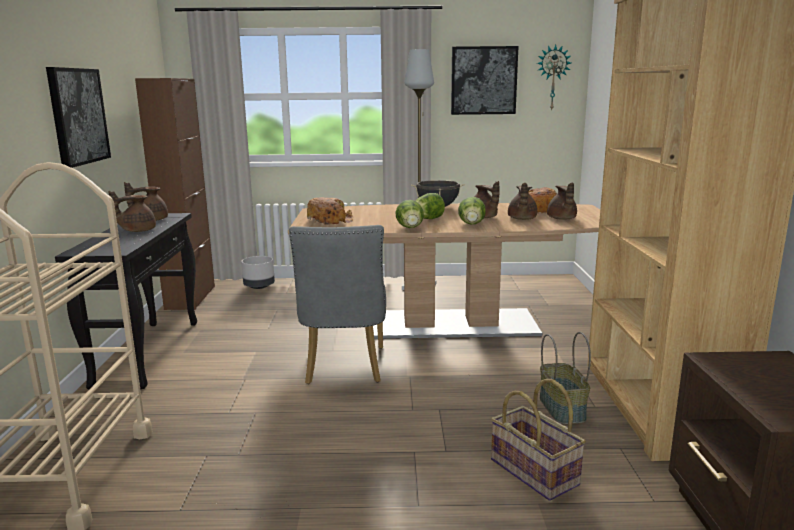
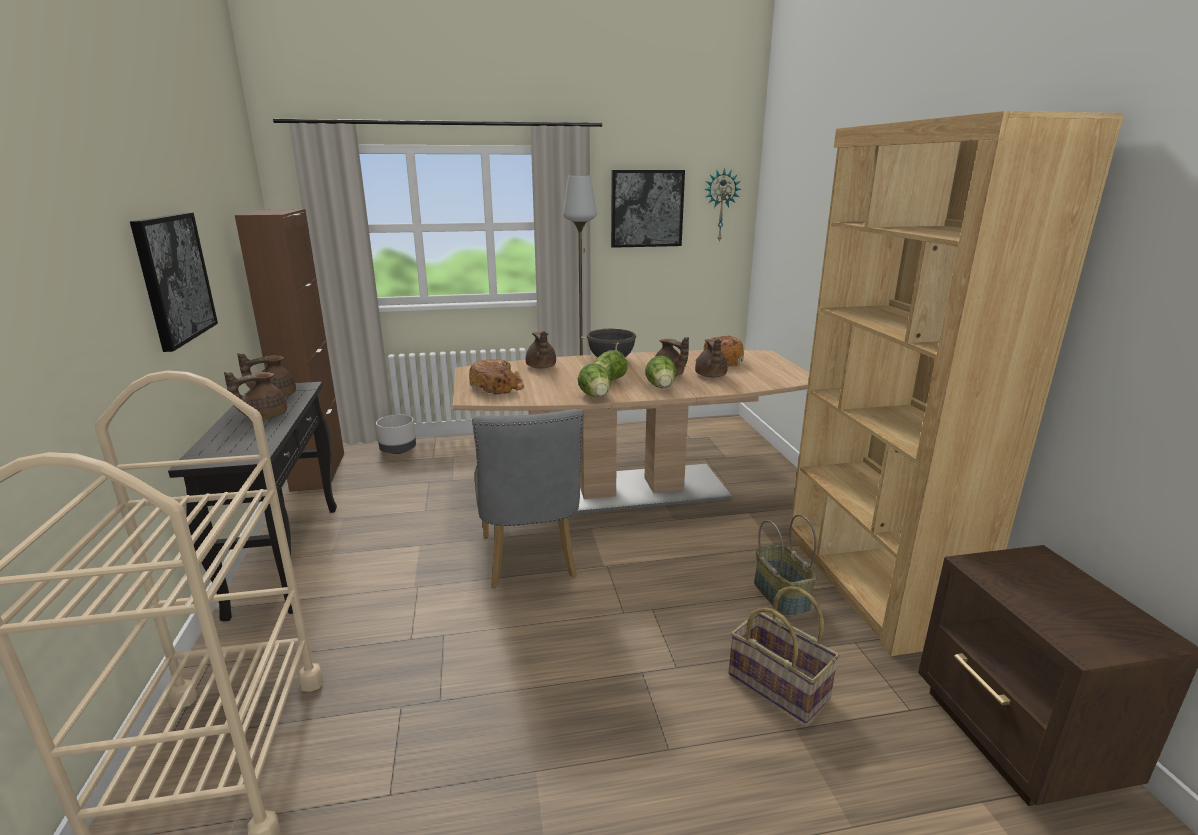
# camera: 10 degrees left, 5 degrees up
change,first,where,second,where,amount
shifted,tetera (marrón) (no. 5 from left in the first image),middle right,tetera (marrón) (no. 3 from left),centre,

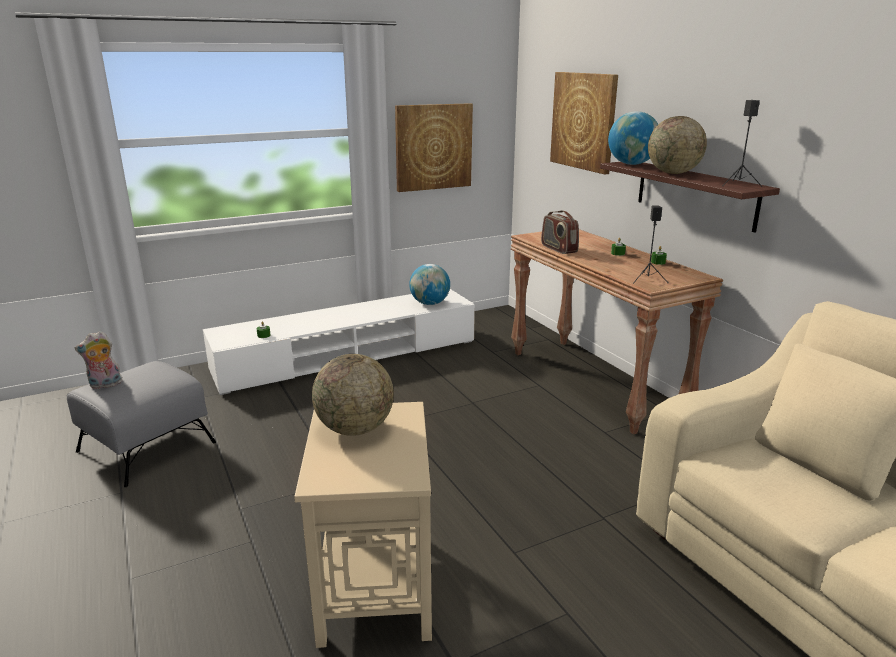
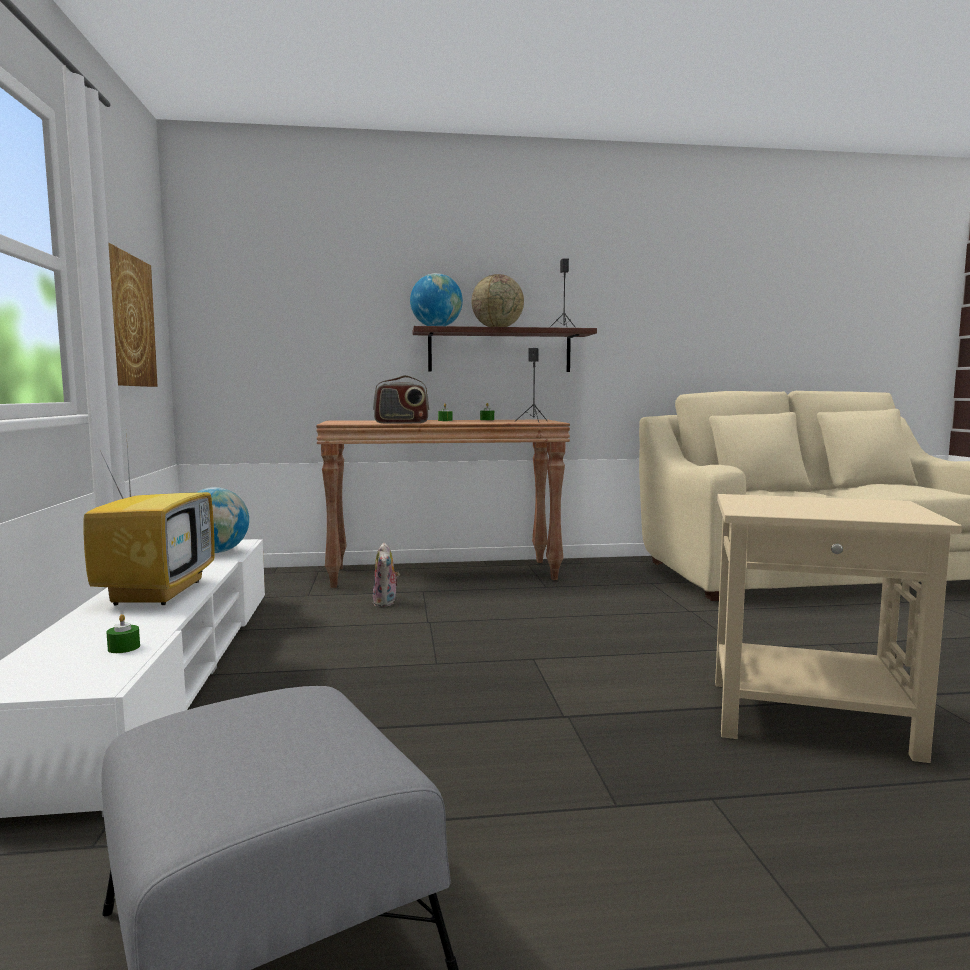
# camera: 70 degrees left, 15 degrees down
change,first,where,second,where,amount
gone,cuadro (no. 2 from left),top centre,,,
shifted,peluche,middle left,,centre,
gone,globo terráqueo (no. 1 from left),centre,,,
new,,,televisor,middle left,

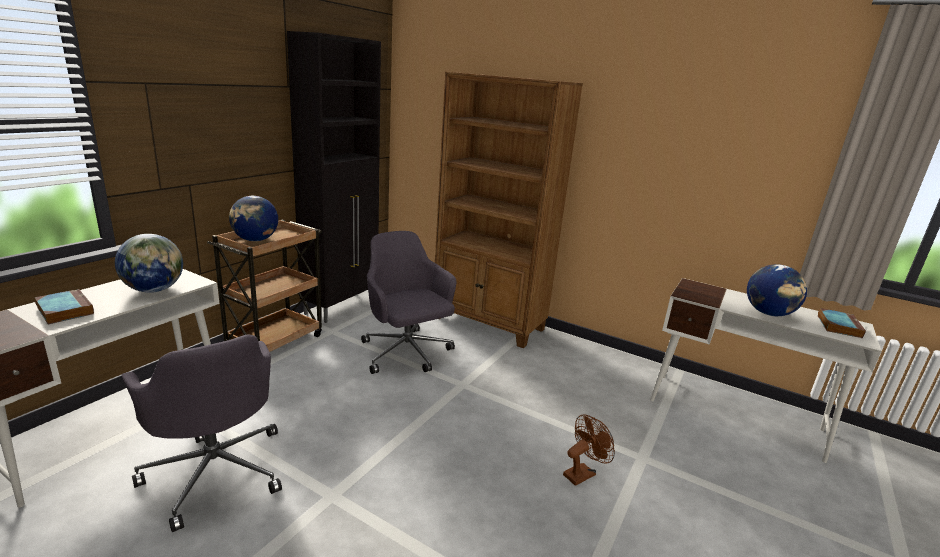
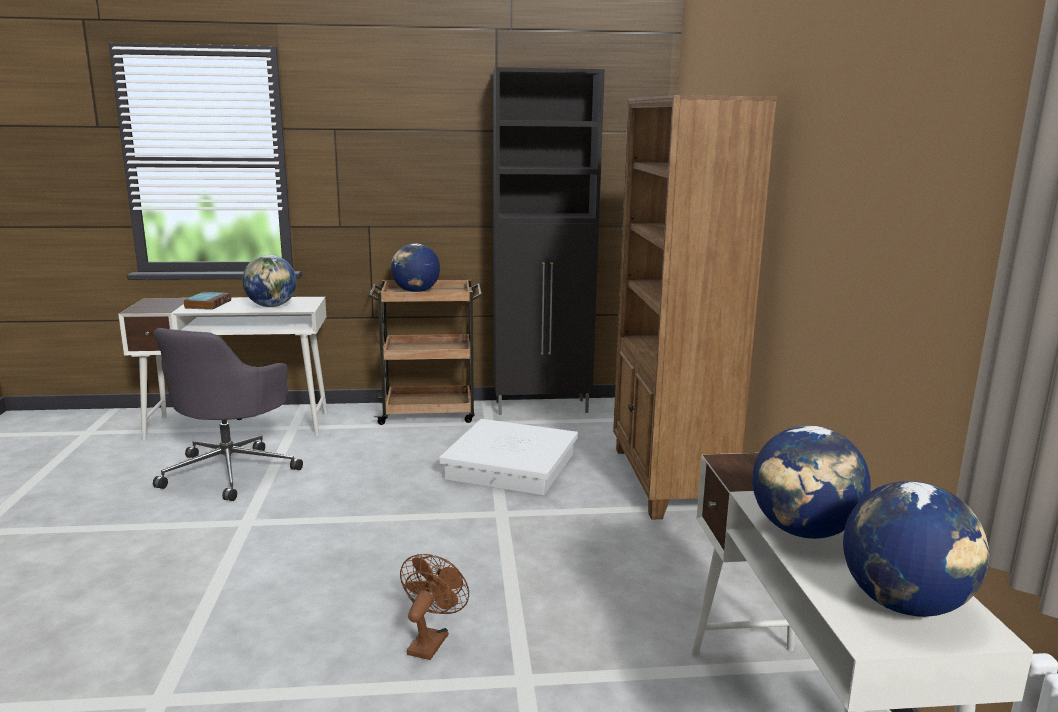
# camera: 55 degrees right, 5 degrees down
change,first,where,second,where,amount
swapped,silla de oficina (gris) (no. 2 from left),centre,caja de almacenaje (blanco),centre,
swapped,libro (no. 2 from left),middle right,globo terráqueo (no. 4 from left),bottom right,
rotated,ventilador (marrón),bottom centre,,bottom centre,90 degrees counterclockwise

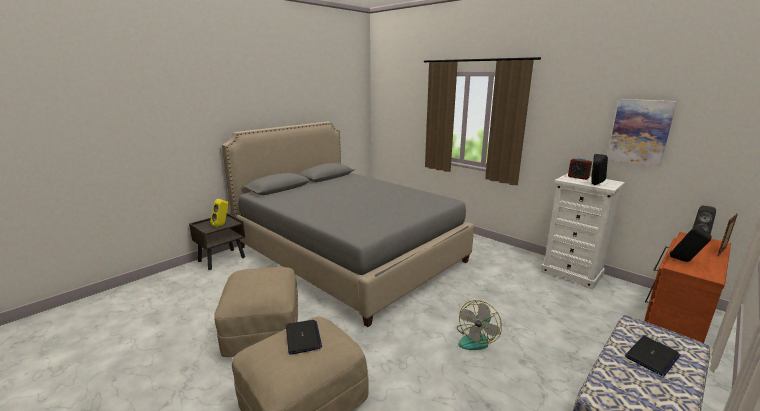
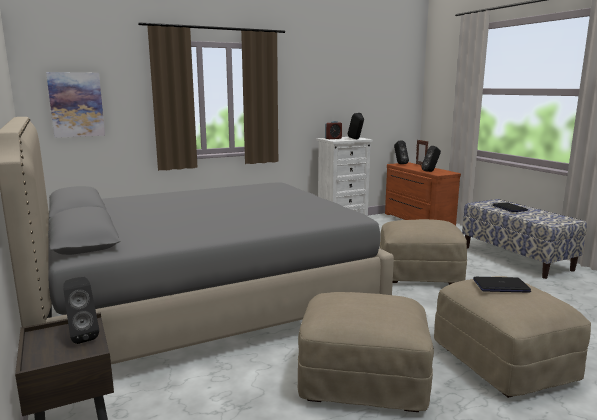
# camera: 70 degrees left, 5 degrees down
change,first,where,second,where,amount
shifted,cuadro,top right,,top left,
repainted,altavoz (amarillo),middle left,altavoz (negro) (no. 1 from left),bottom left,
swapped,ventilador,bottom centre,puf (beis) (no. 2 from left),middle right,

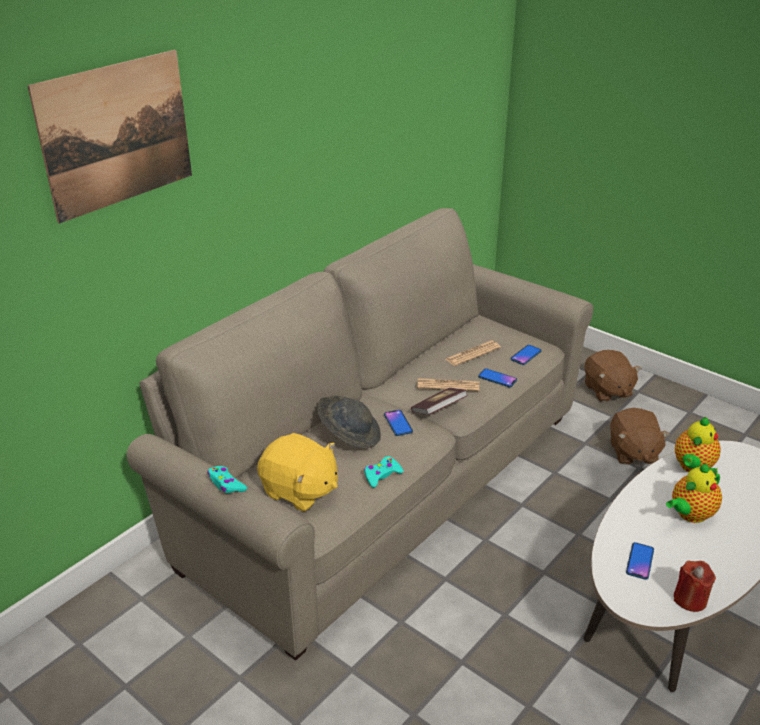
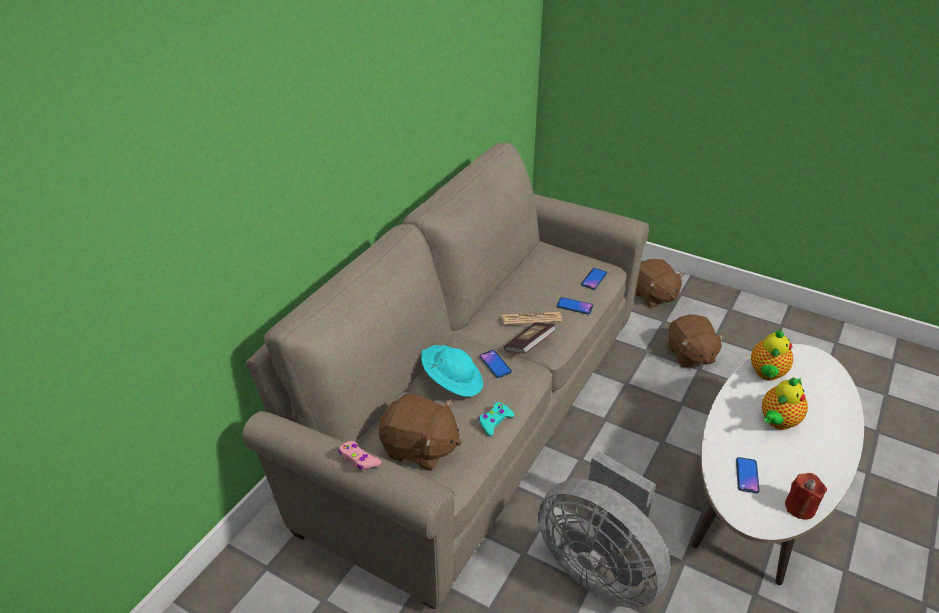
# camera: 10 degrees left, 5 degrees up
change,first,where,second,where,amount
gone,cuadro,top left,,,
gone,periódico (no. 2 from left),centre,,,
repainted,sombrero (gris),centre,sombrero (turquesa),centre,
repainted,peluche (amarillo),centre,peluche (marrón) (no. 1 from left),bottom centre,
repainted,mando de consola (turquesa) (no. 1 from left),middle left,mando de consola (rosa),bottom centre,
new,,,ventilador (gris),bottom centre,

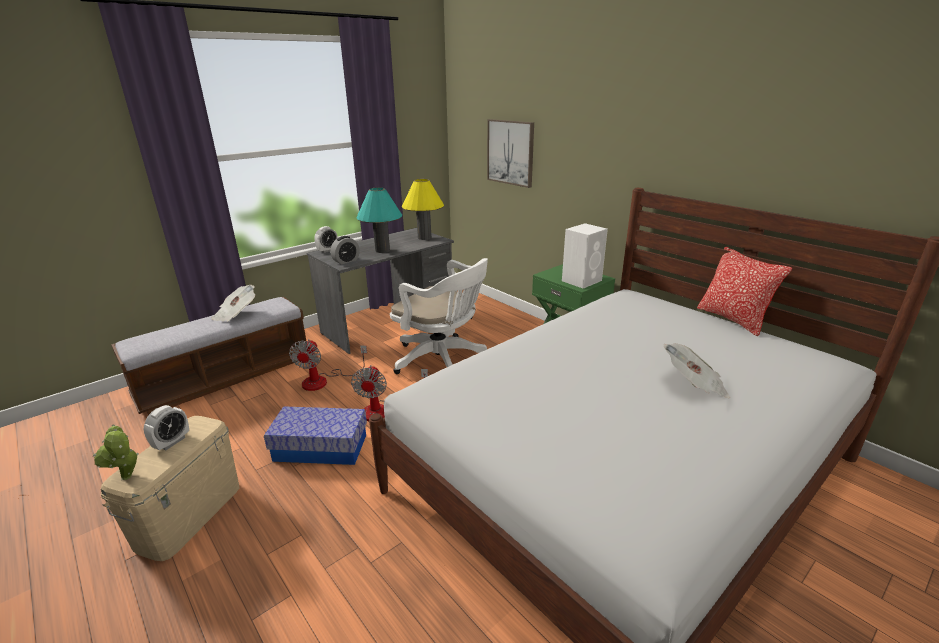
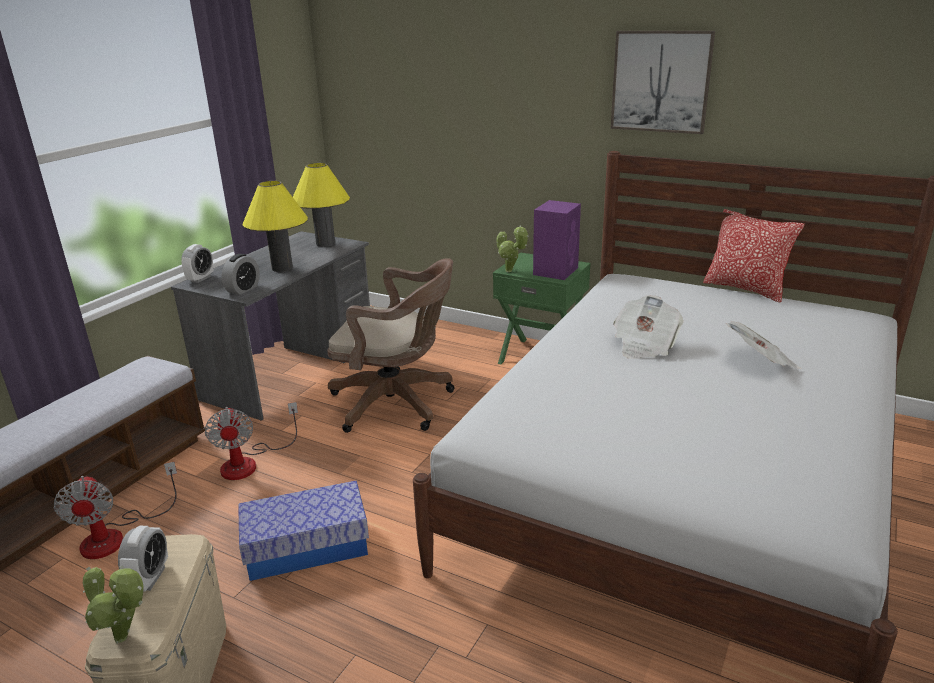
# camera: 20 degrees left, 0 degrees up
change,first,where,second,where,amount
shifted,cuadro,top centre,,top right,
repainted,lámpara de mesa (turquesa),centre,lámpara de mesa (amarillo) (no. 1 from left),top left,
repainted,altavoz (blanco),centre,altavoz (morado),centre,
repainted,silla de oficina (blanco),centre,silla de oficina (marrón),centre,
shifted,periódico (no. 1 from left),middle left,,middle right,
shifted,ventilador (no. 2 from left in the first image),centre,ventilador (no. 1 from left),bottom left,
new,,,planta en maceta (no. 2 from left),centre,

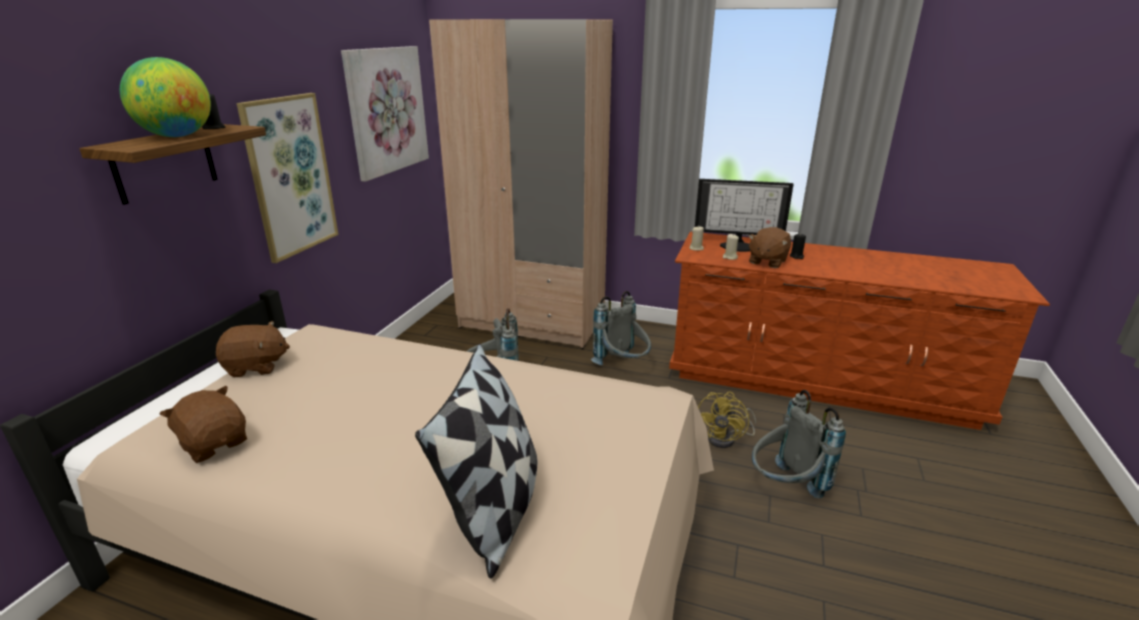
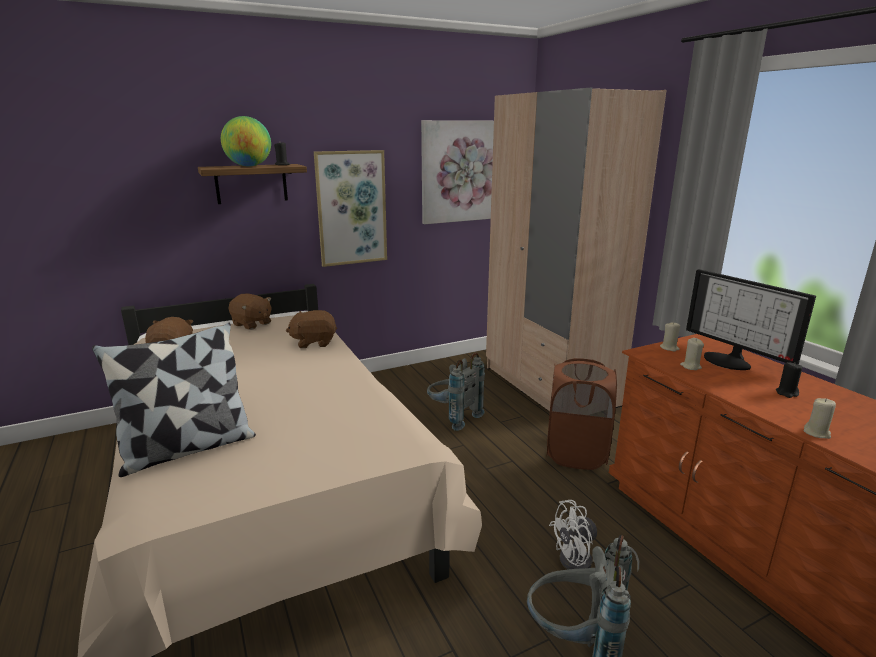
# camera: 45 degrees right, 5 degrees down
change,first,where,second,where,amount
shifted,peluche (marrón) (no. 3 from left),middle right,,centre,
swapped,mochila (gris) (no. 2 from left),centre,cesto de la ropa (marrón),centre,
repainted,ventilador (amarillo),bottom centre,ventilador (blanco),bottom right,
new,,,vela (beis) (no. 3 from left),middle right,

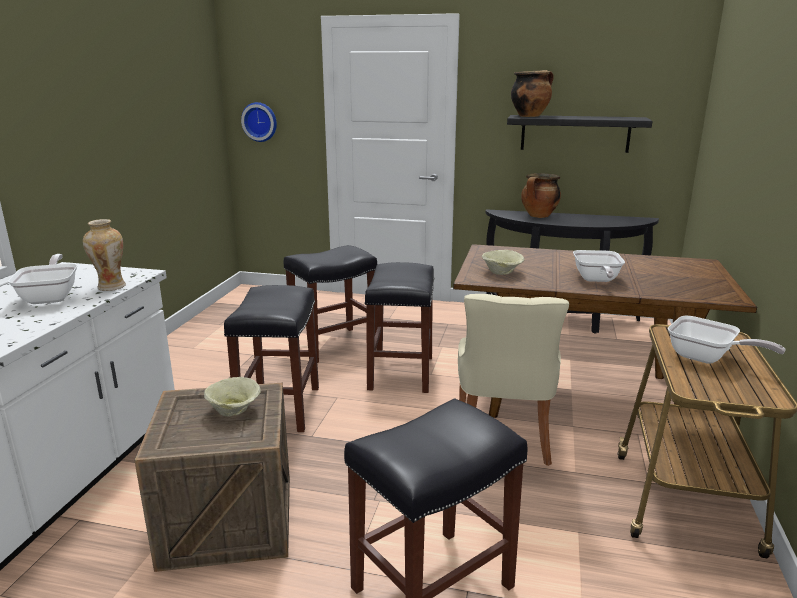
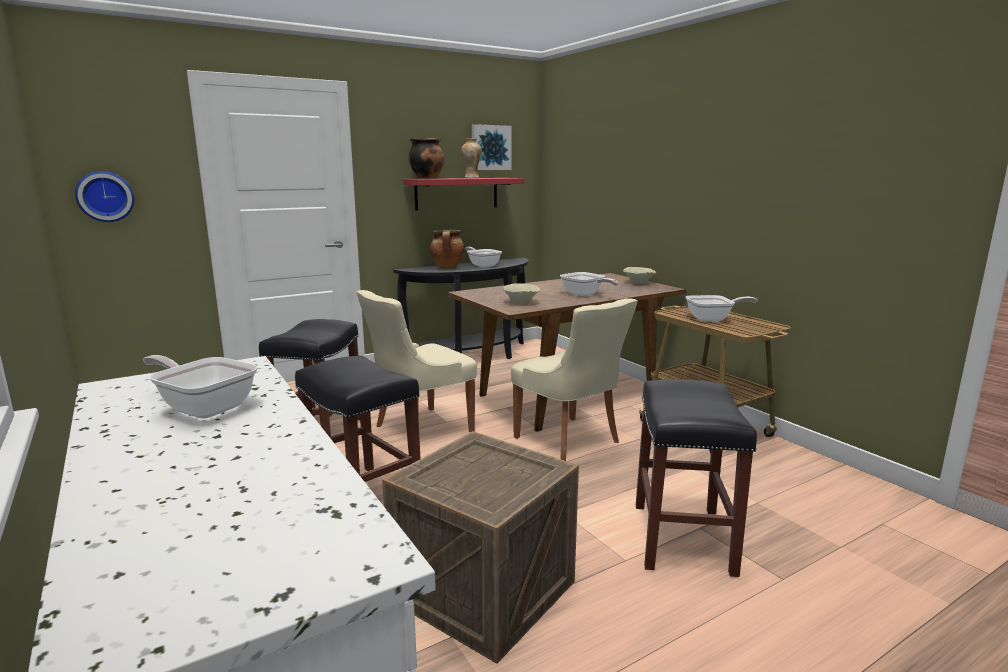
# camera: 45 degrees left, 5 degrees down
change,first,where,second,where,amount
repainted,estante (negro),top right,estante (rojo),top centre,
shifted,florero,middle left,,top centre,
swapped,taburete (negro) (no. 3 from left),centre,silla (beis) (no. 1 from left),centre,
shifted,cuenco (beis) (no. 1 from left in the first image),middle left,cuenco (beis) (no. 2 from left),centre,
new,,,cuadro,top centre,
new,,,sartén (no. 2 from left),centre,

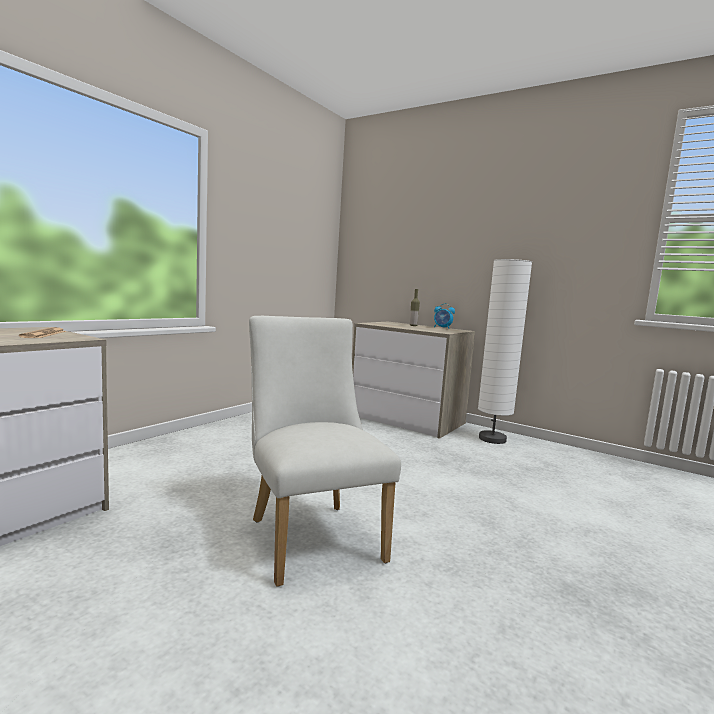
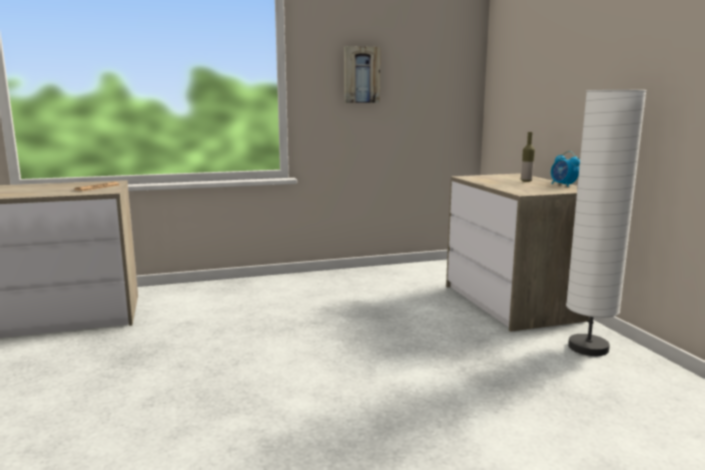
# camera: 40 degrees right, 5 degrees up
change,first,where,second,where,amount
gone,silla (blanco),centre,,,
new,,,cuadro,top centre,

